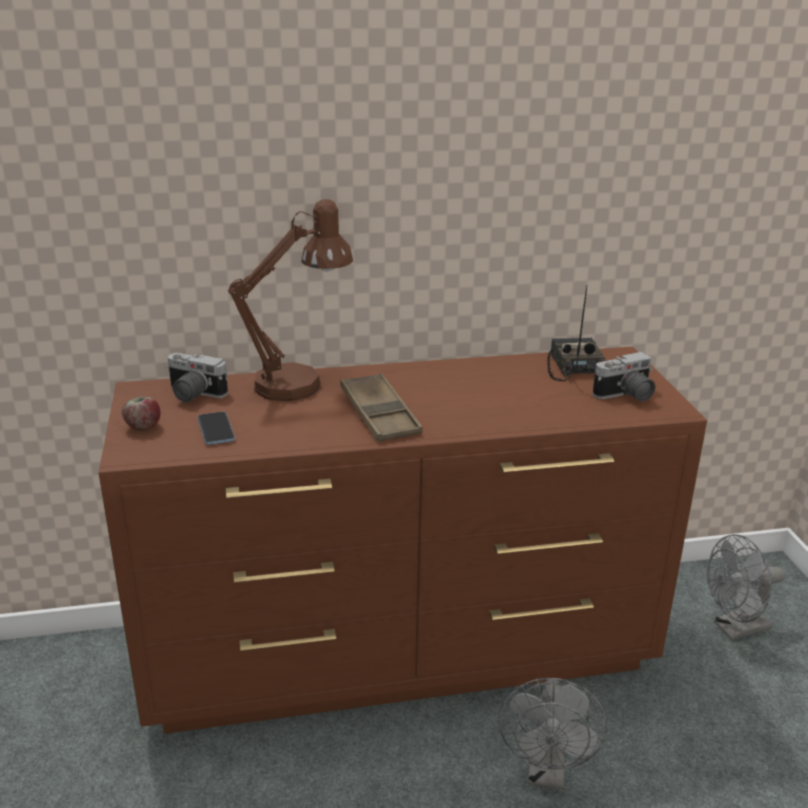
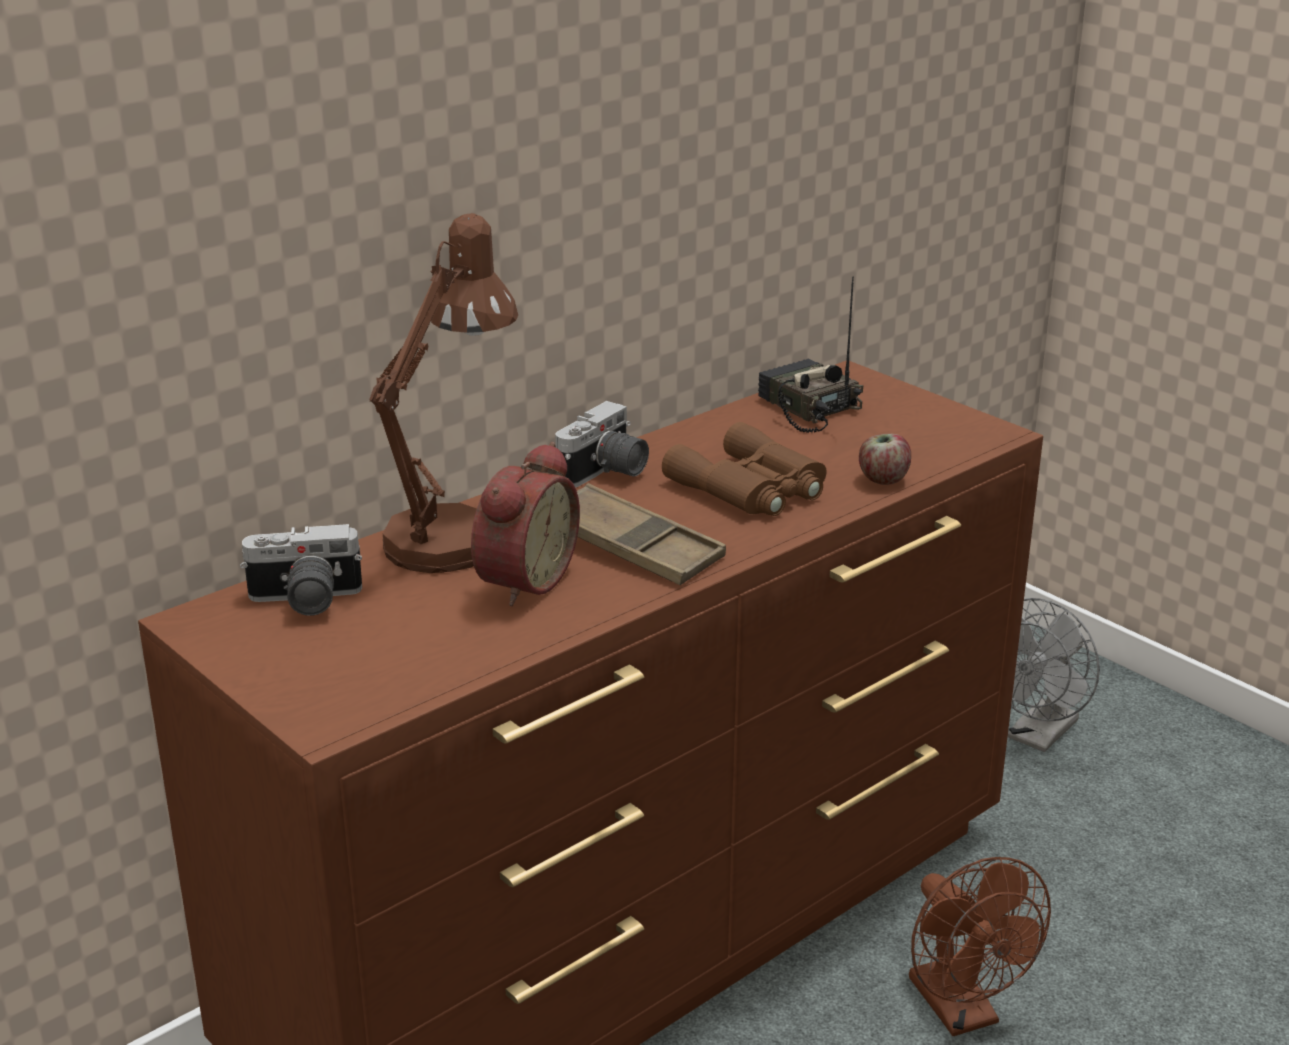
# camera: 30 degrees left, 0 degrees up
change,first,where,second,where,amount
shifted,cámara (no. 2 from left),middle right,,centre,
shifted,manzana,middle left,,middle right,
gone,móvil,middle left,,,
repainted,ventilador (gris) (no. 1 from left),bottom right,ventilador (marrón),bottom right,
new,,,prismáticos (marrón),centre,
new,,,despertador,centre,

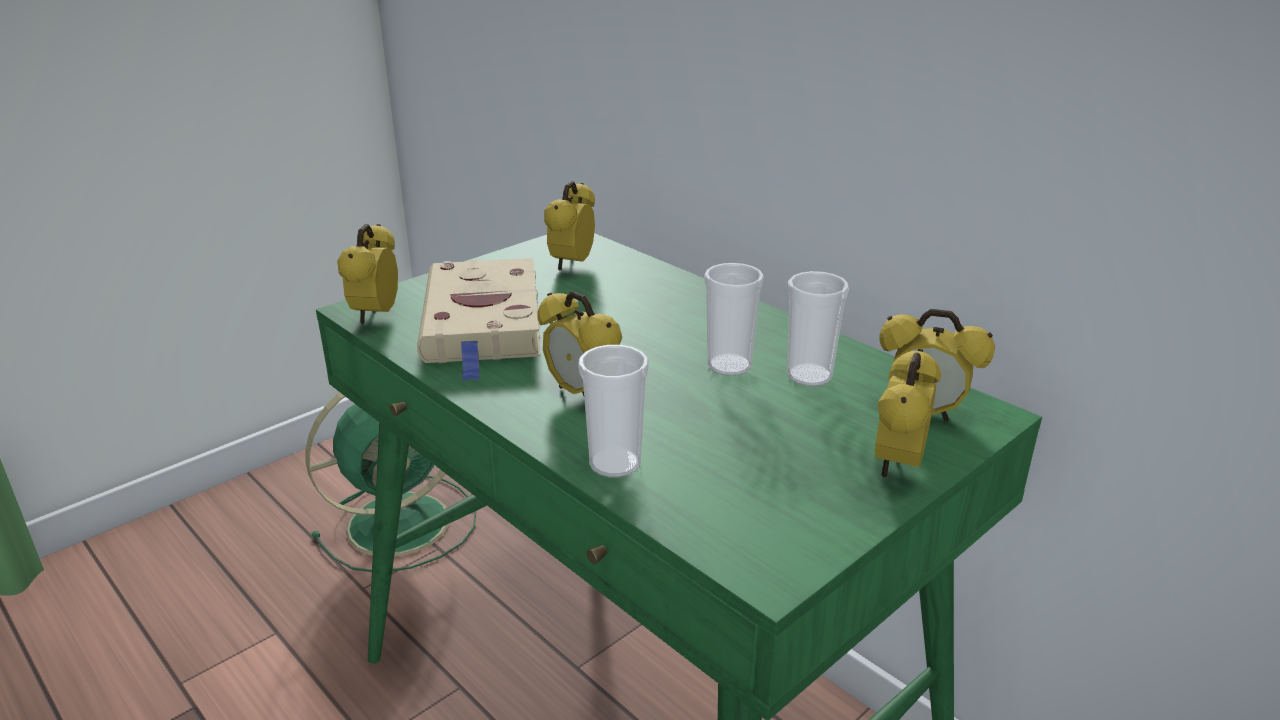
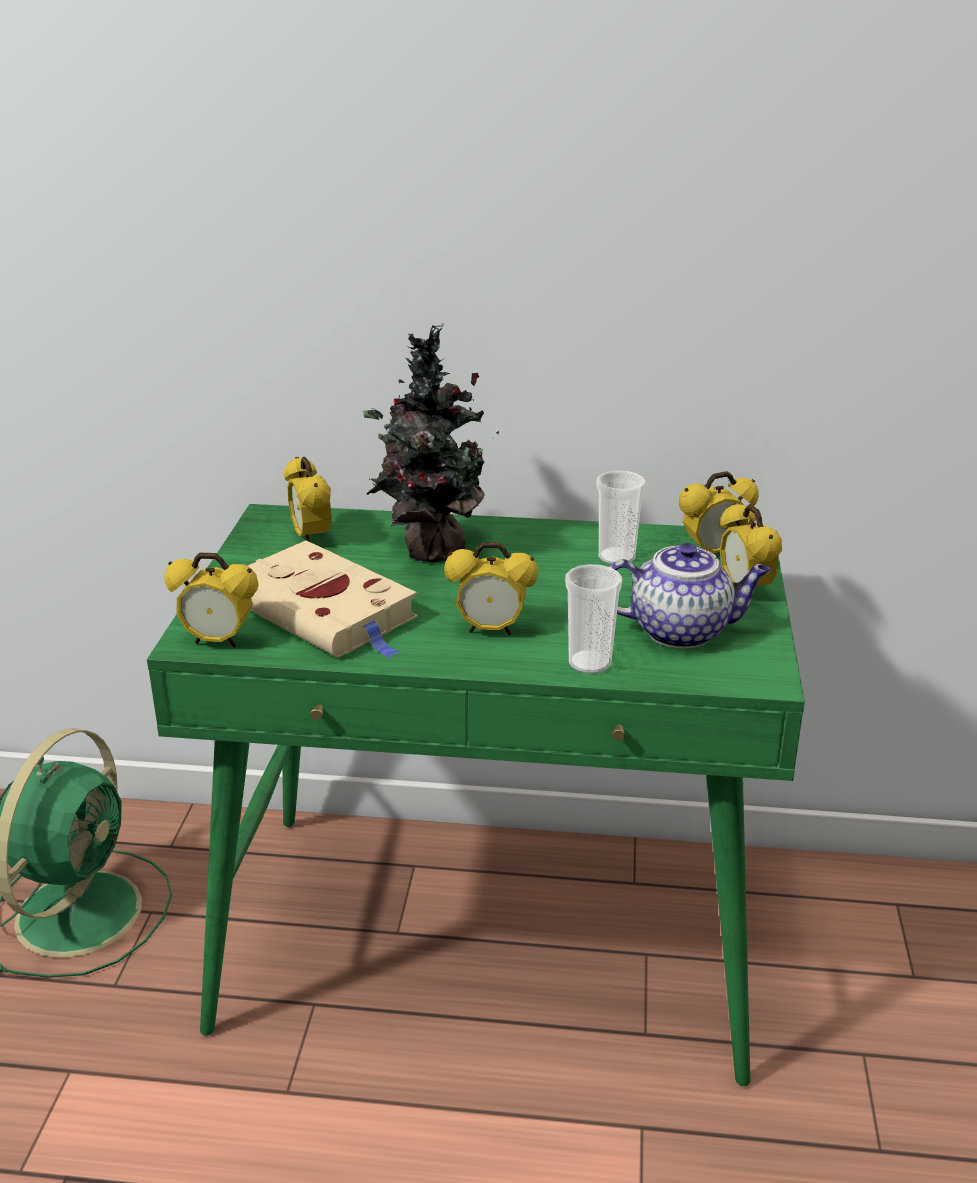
# camera: 40 degrees left, 0 degrees up
change,first,where,second,where,amount
rotated,despertador (no. 1 from left),middle left,,middle left,45 degrees counterclockwise
gone,taza (no. 2 from left),centre,,,
new,,,planta en maceta,centre,
new,,,tetera,middle right,

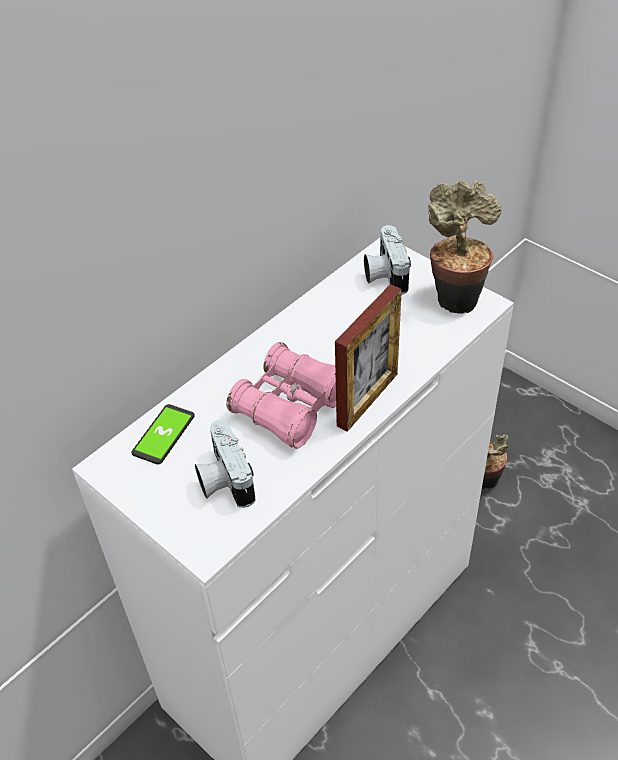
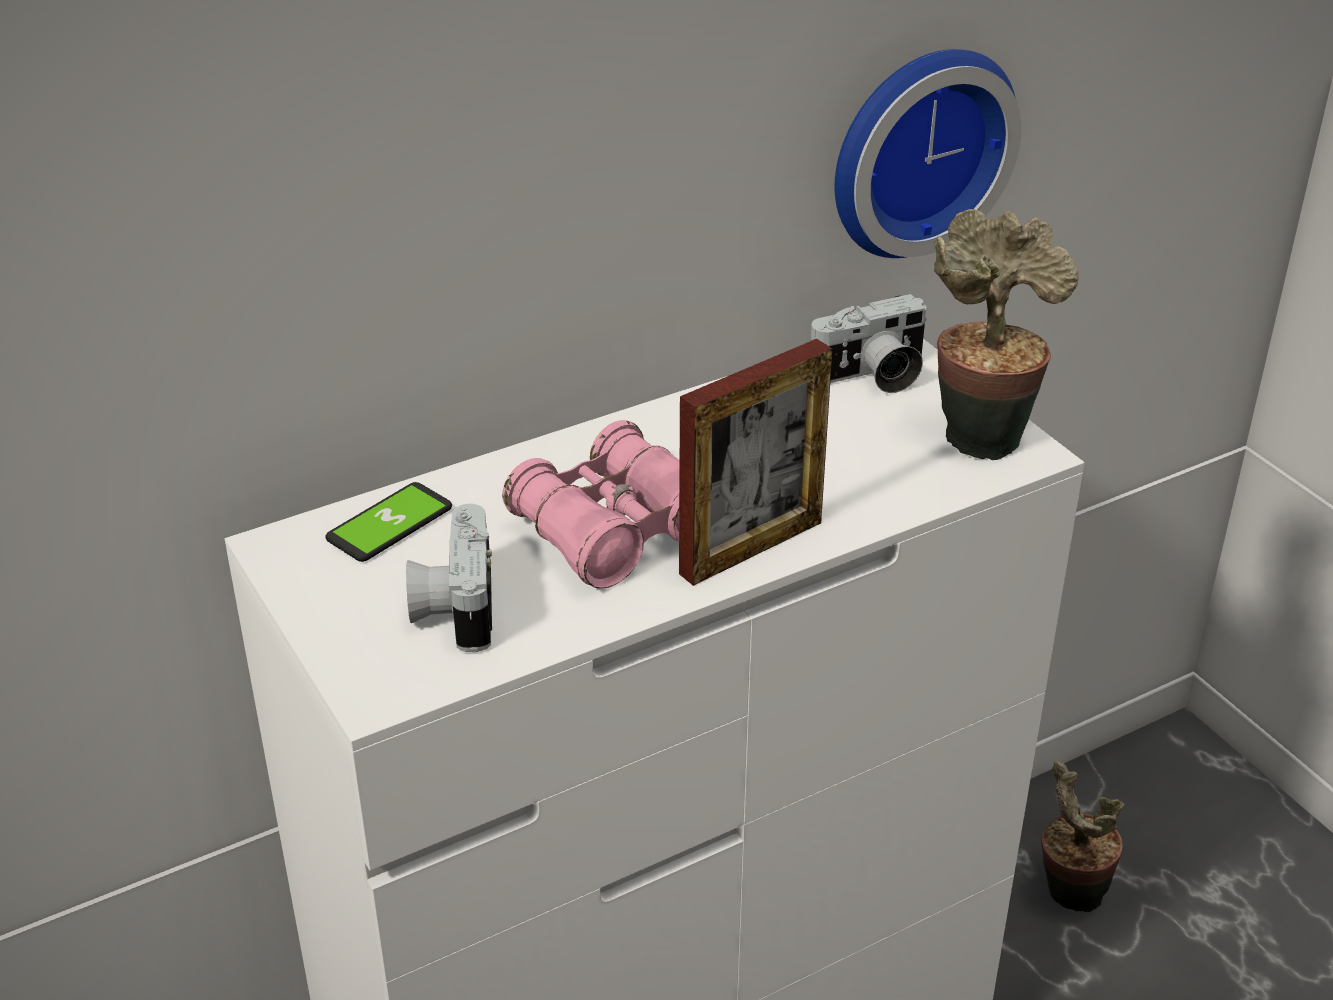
# camera: 15 degrees right, 10 degrees down
change,first,where,second,where,amount
rotated,cámara (no. 2 from left),centre,,centre,120 degrees counterclockwise
new,,,reloj de pared,top right,

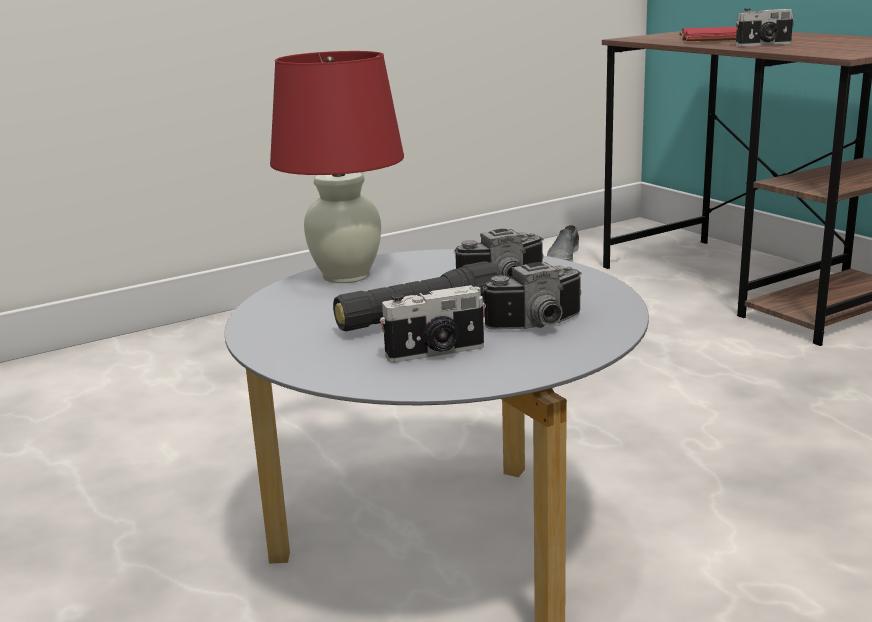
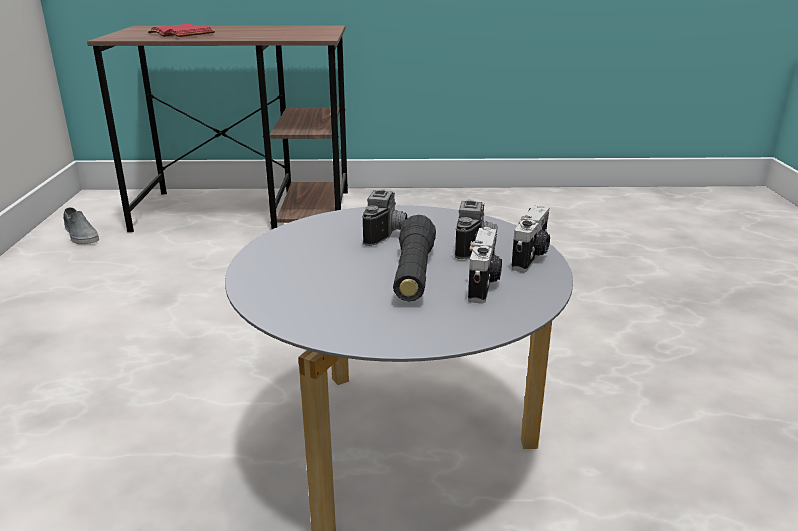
# camera: 60 degrees left, 5 degrees up
change,first,where,second,where,amount
shifted,cámara (no. 4 from left),top right,,centre,
gone,lámpara de mesa (rojo),top centre,,,

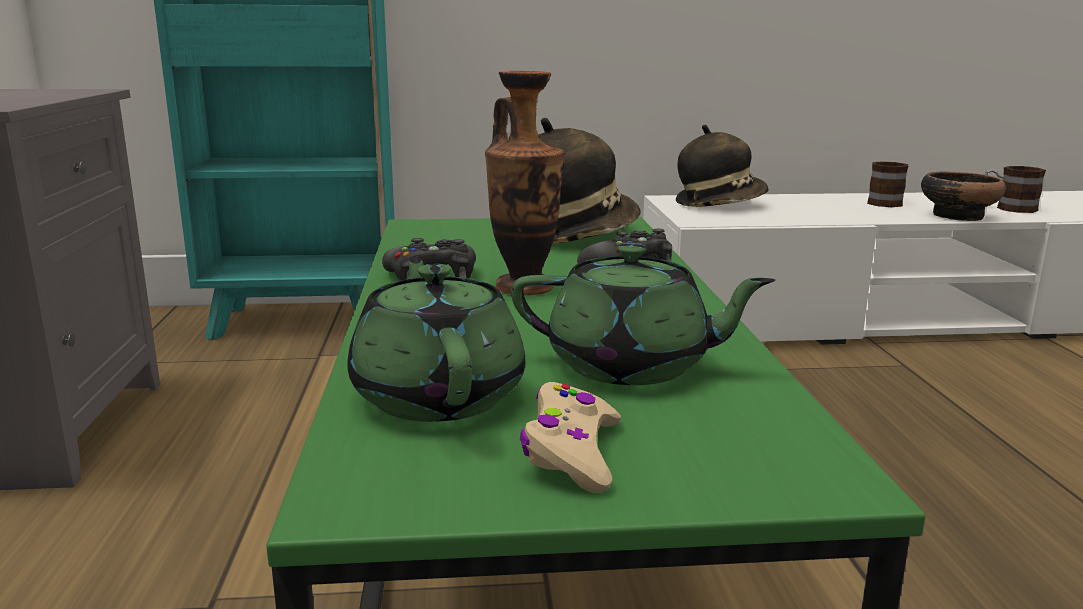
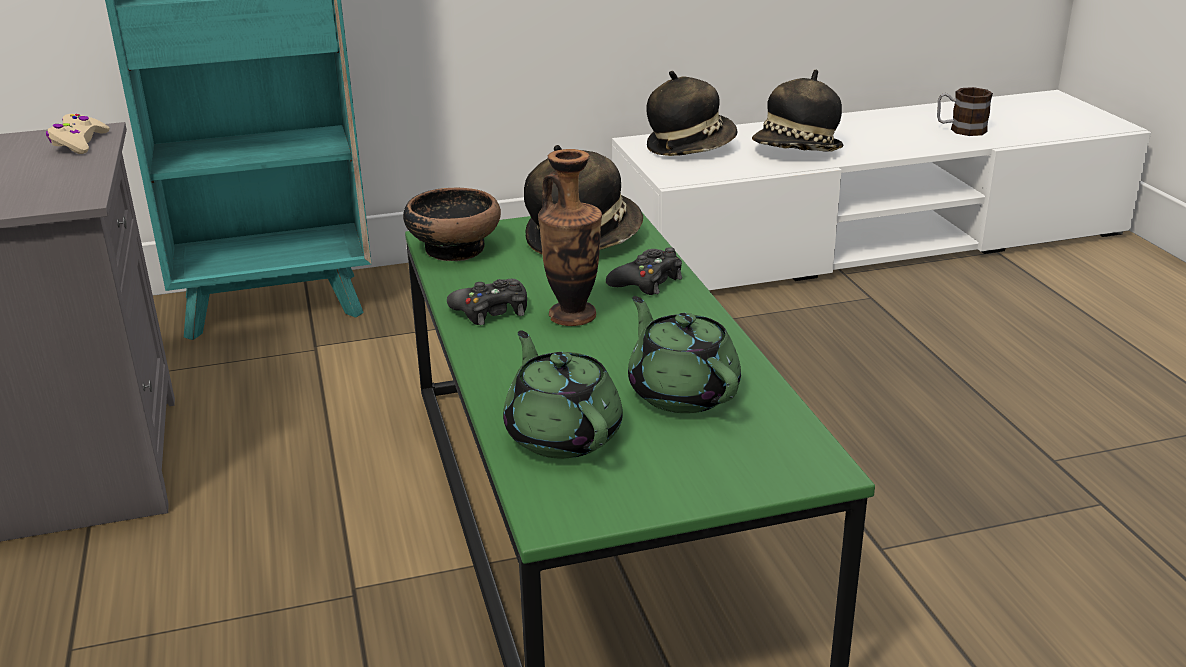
# camera: 10 degrees left, 10 degrees up
change,first,where,second,where,amount
gone,taza grande (no. 1 from left),top right,,,
shifted,cuenco,top right,,centre,
rotated,tetera (verde) (no. 2 from left),centre,,centre,120 degrees counterclockwise
shifted,mando de consola (beis),bottom centre,,top left,
new,,,sombrero (no. 3 from left),top right,

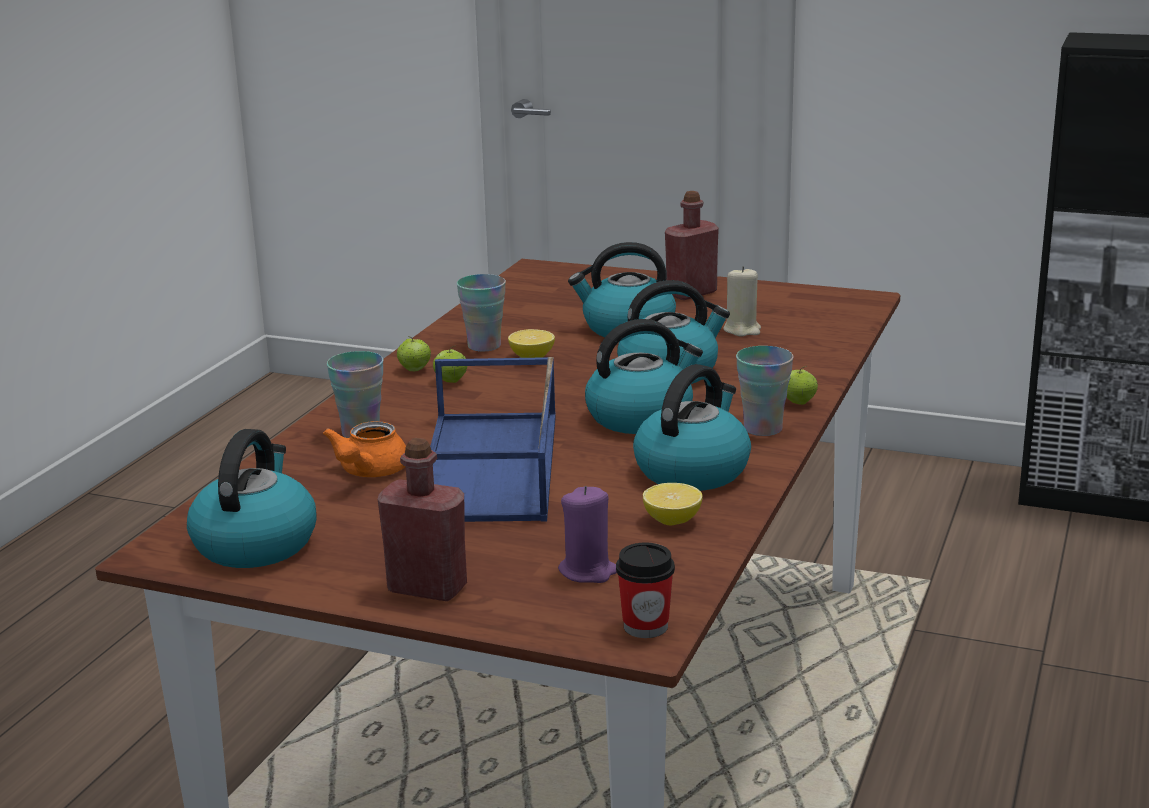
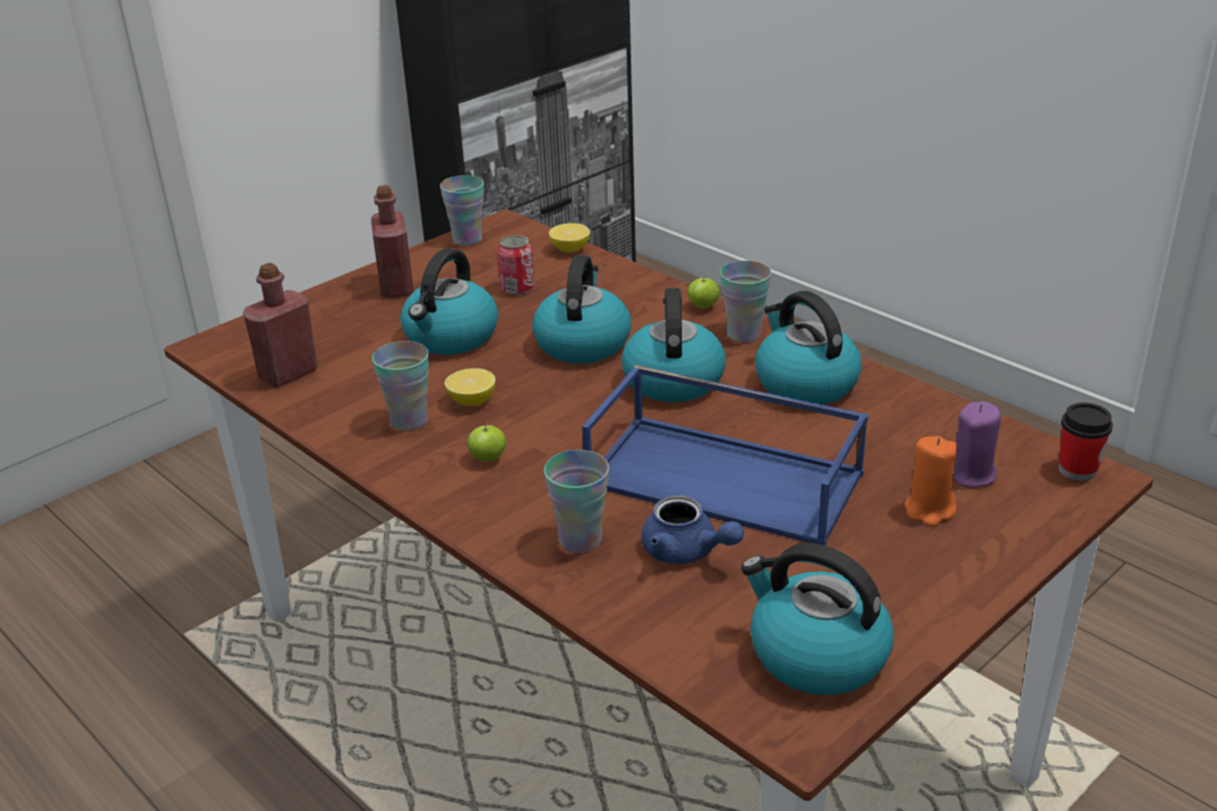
# camera: 65 degrees left, 10 degrees up
change,first,where,second,where,amount
swapped,vela (beis),centre,lata,top centre,
gone,manzana (no. 1 from left),centre,,,
repainted,tetera (naranja),middle left,tetera (azul),centre,
shifted,botella (rojo) (no. 1 from left),centre,,middle left,
shifted,limón (no. 2 from left),centre,,top centre,
new,,,taza (no. 2 from left),top centre,
new,,,vela (naranja),middle right,

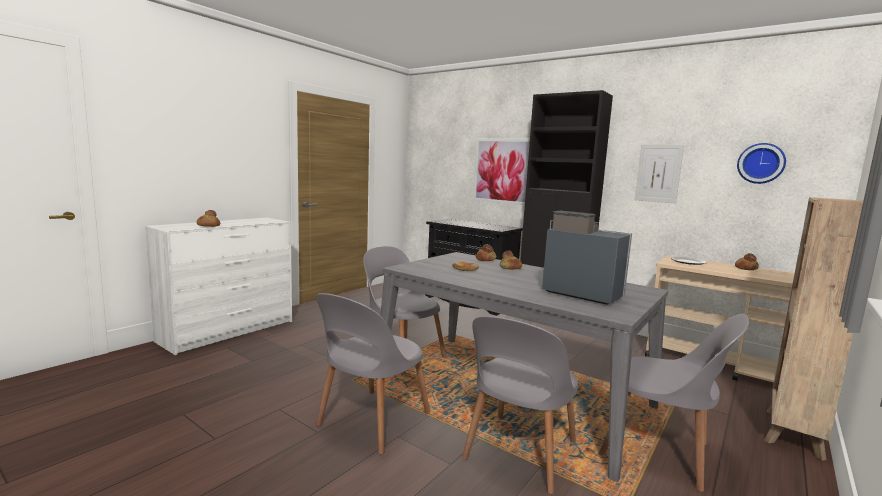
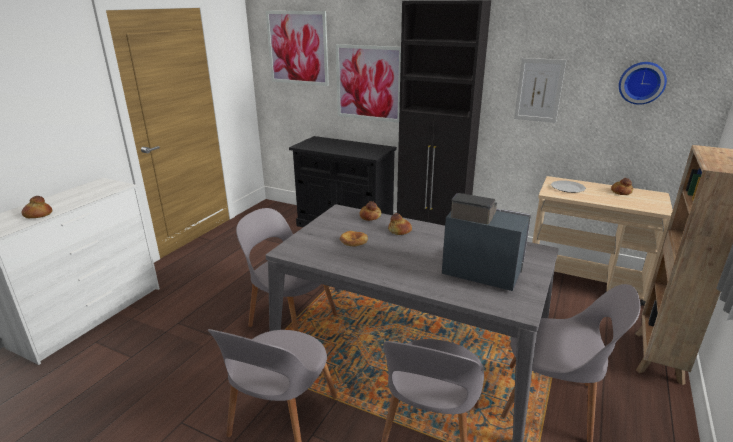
# camera: 10 degrees left, 15 degrees up
change,first,where,second,where,amount
new,,,cuadro (no. 1 from left),top centre,

